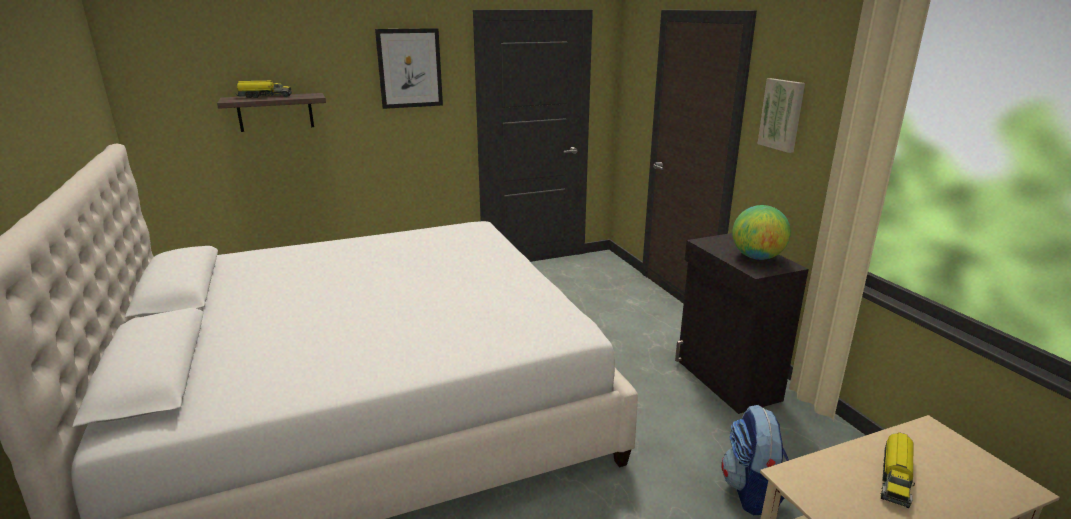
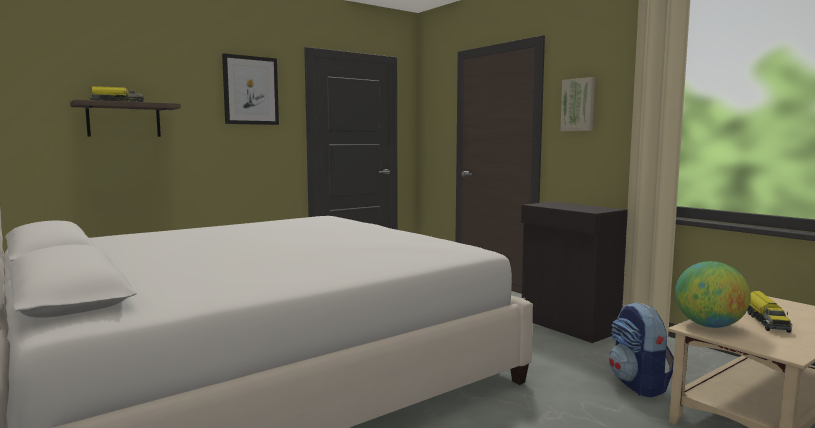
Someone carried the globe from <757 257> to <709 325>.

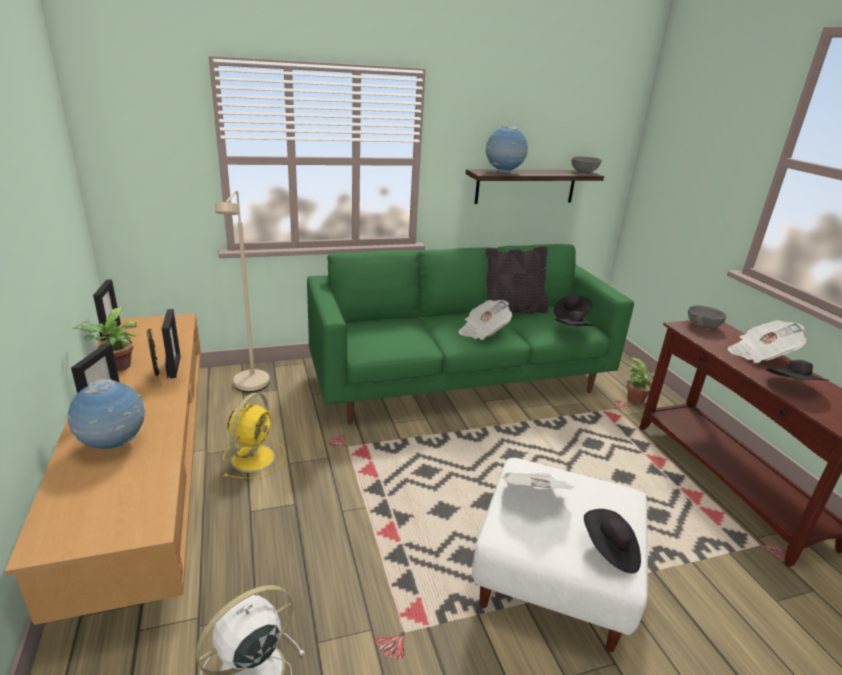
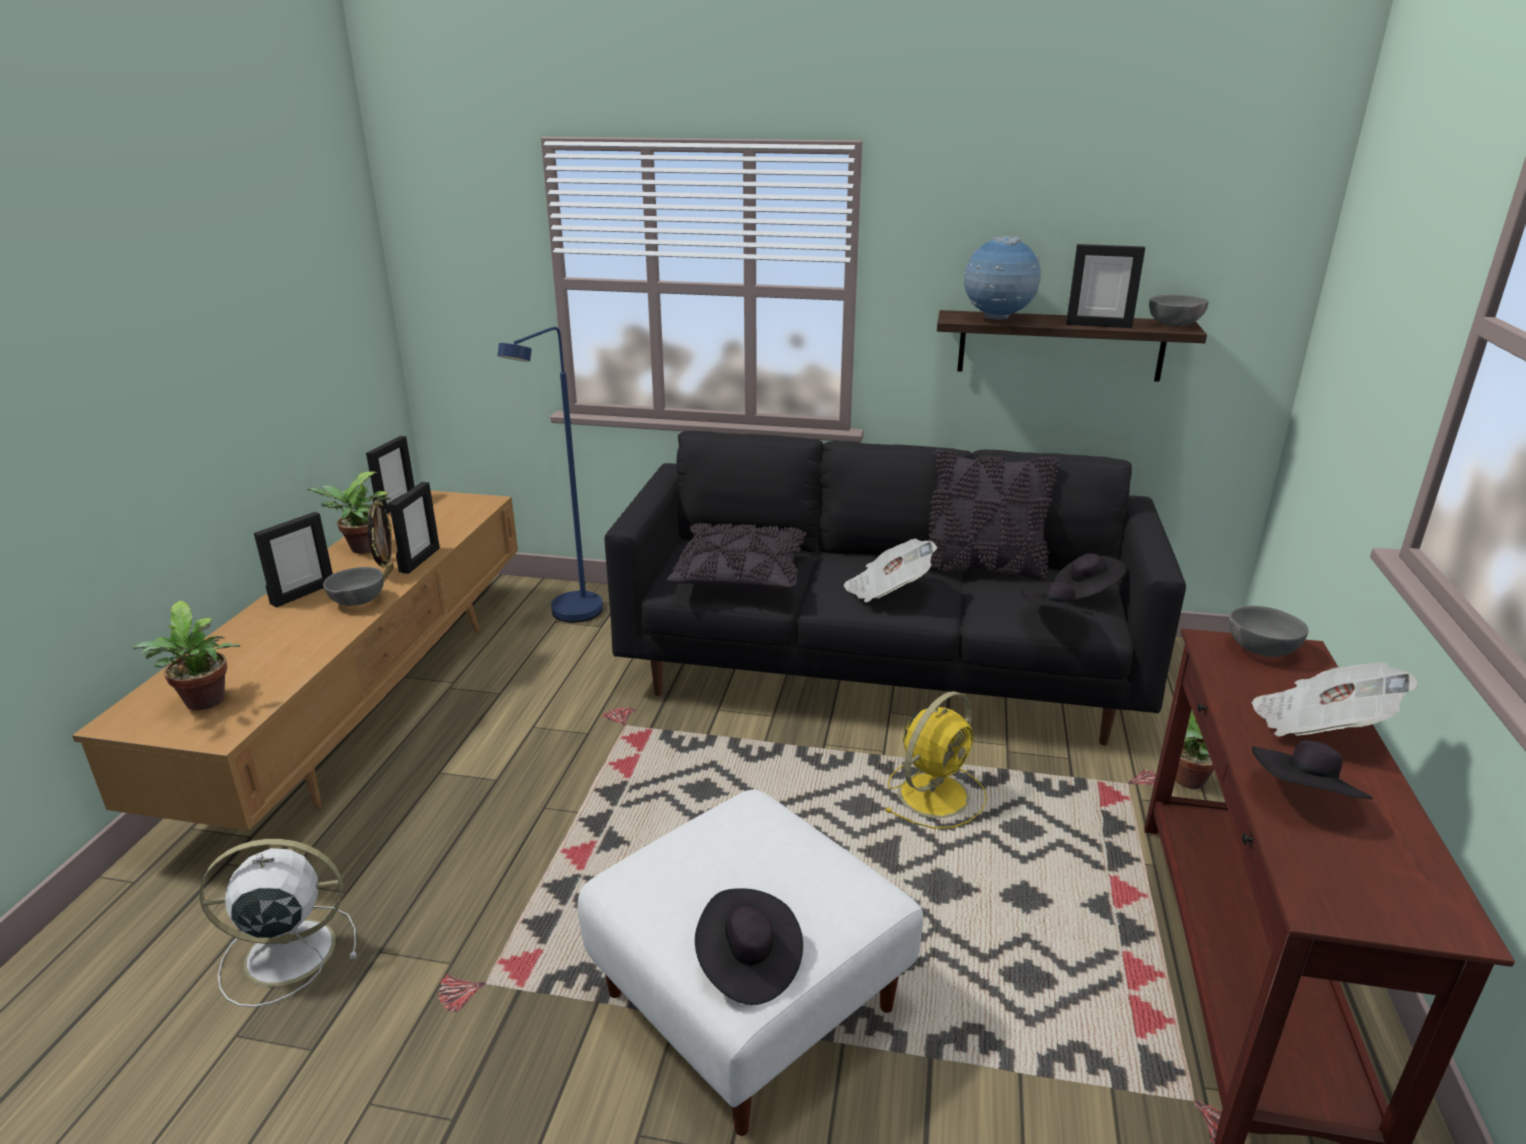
Someone put down the potted plant at <205 703>. Someone put down the grey bowl at <356 602>. Someone repainted the beige floor lamp at <250 388>, which became the blue floor lamp at <569 617>. Someone repainted the green sofa at <461 381>, which became the black sofa at <881 673>. Someone put down the black pillow at <740 574>. Someone carried the yellow fan from <254 457> to <935 793>. Someone put down the picture frame at <1098 325>. Someone took away the globe at <114 445>. Someone took away the newspaper at <534 495>.

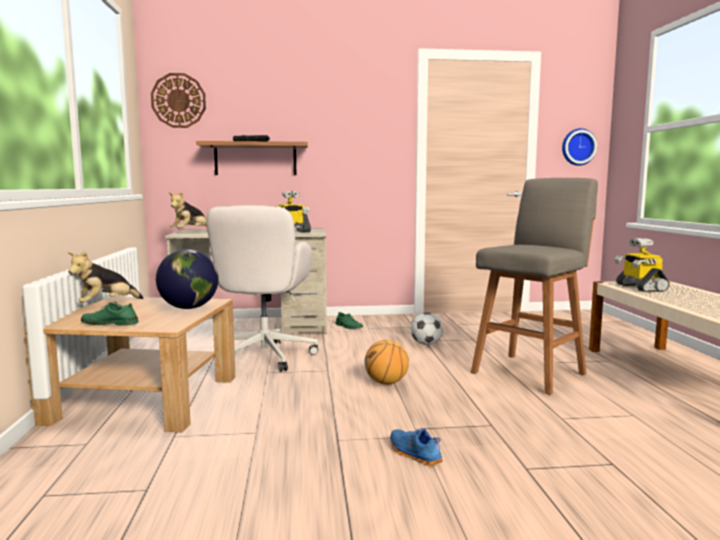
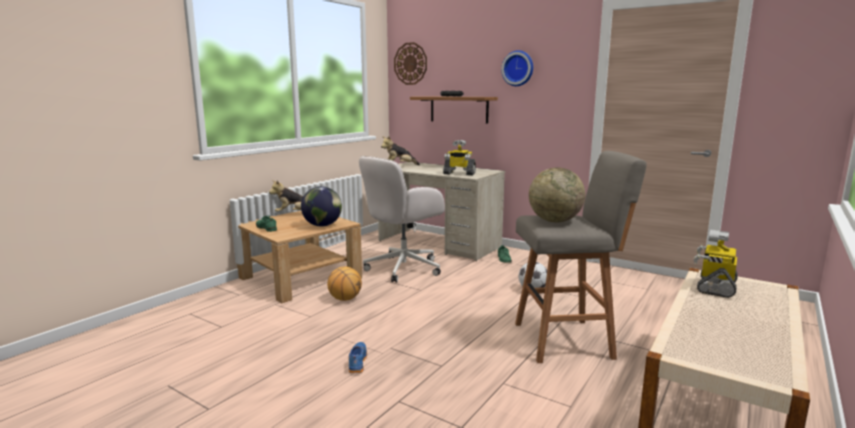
Someone carried the basketball from <386 383> to <345 299>. Someone carried the wall clock from <577 147> to <518 68>. Someone put down the globe at <554 221>.

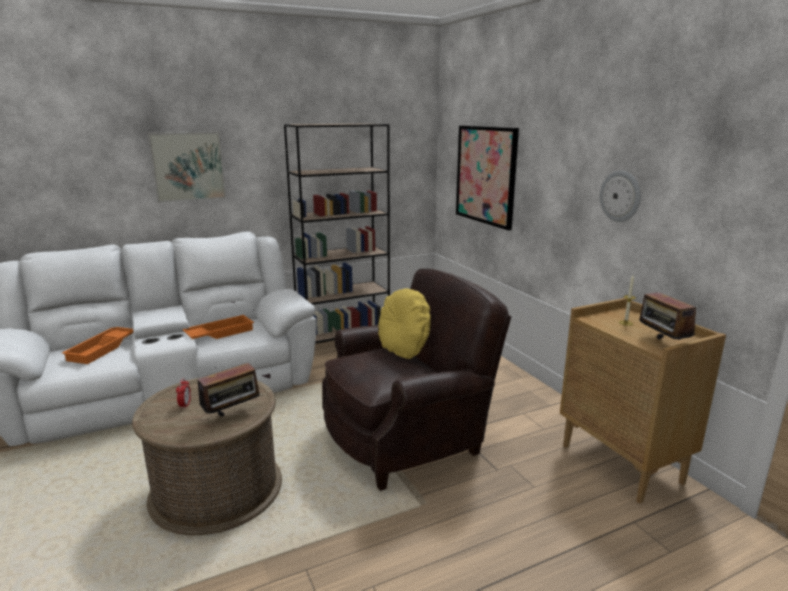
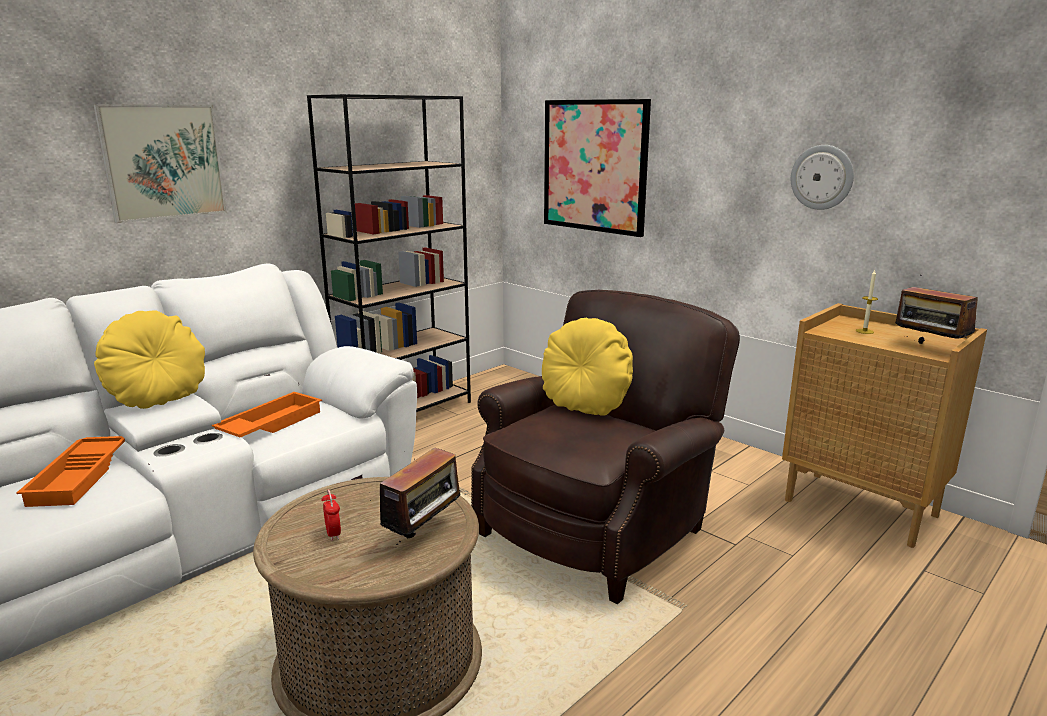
Someone put down the yellow pillow at <159 401>.

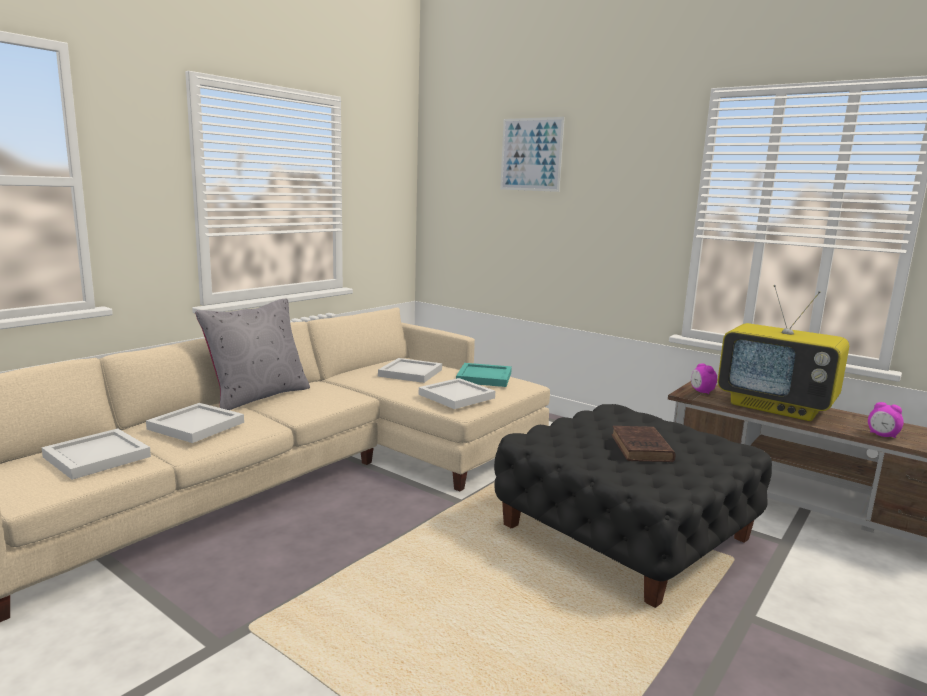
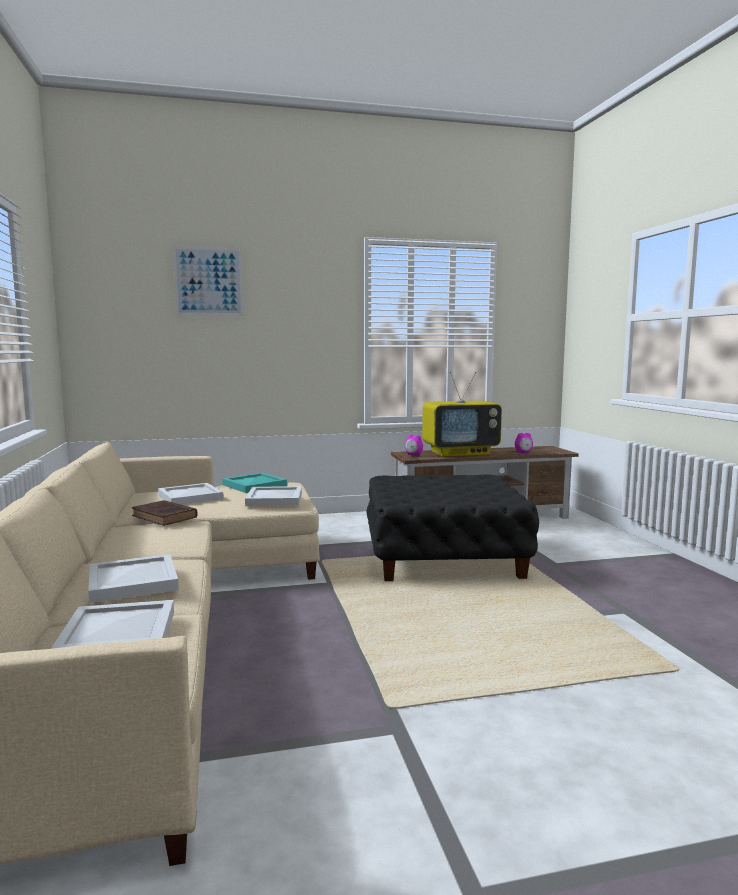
Someone carried the brown book from <641 449> to <165 517>. Someone took away the grey pillow at <258 396>.

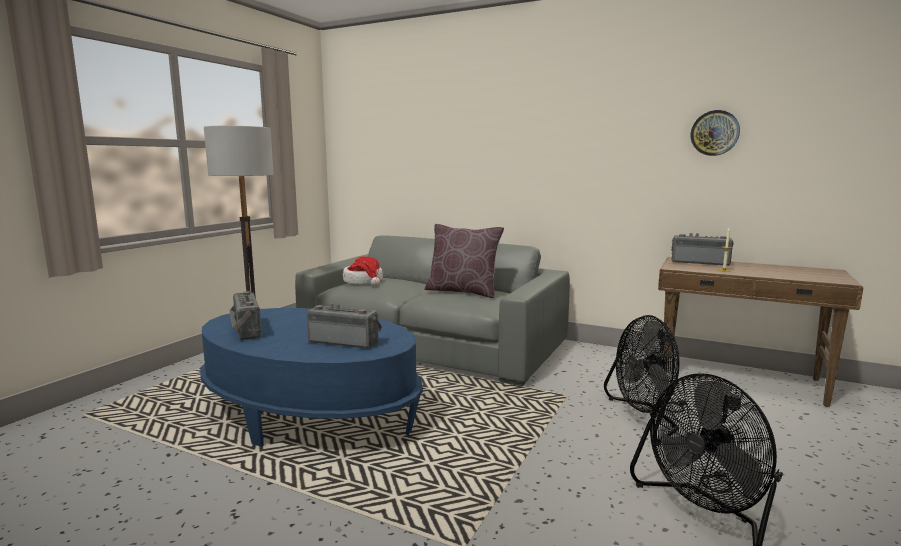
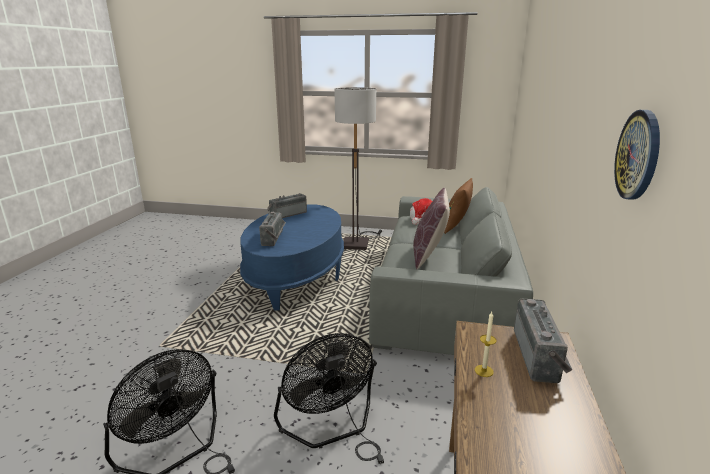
Someone put down the brown pillow at <456 226>.

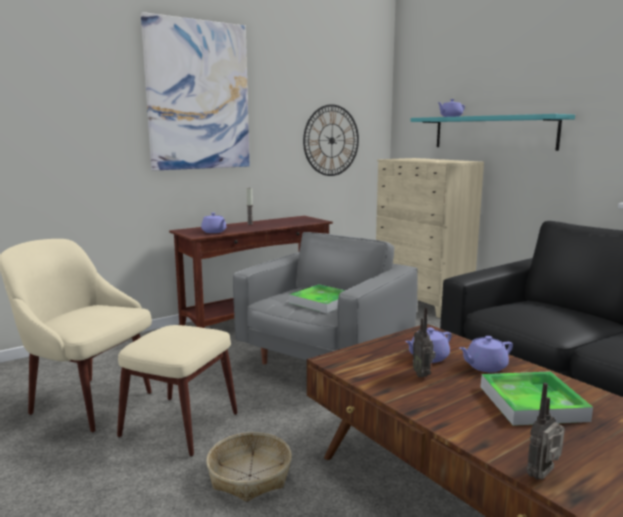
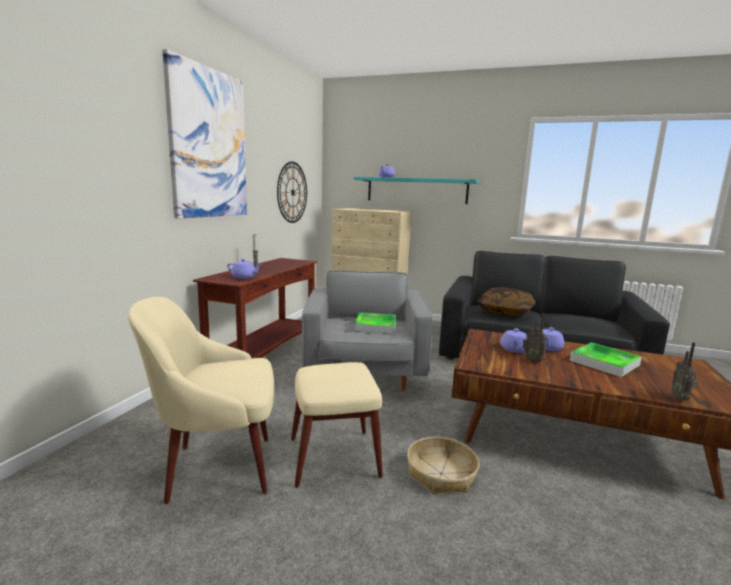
Someone put down the pillow at <505 311>.

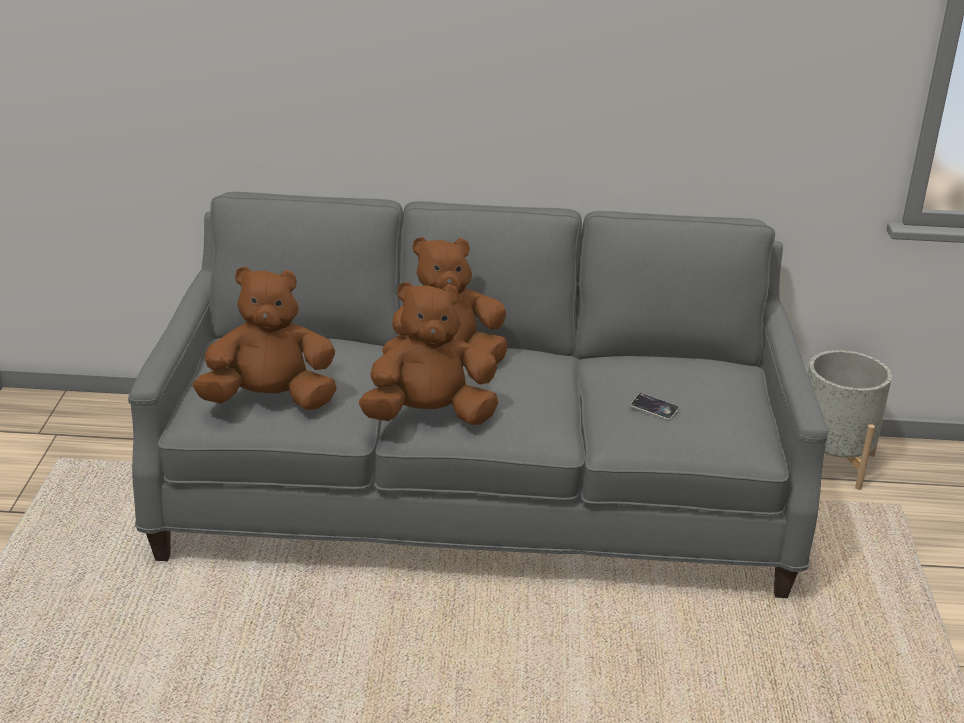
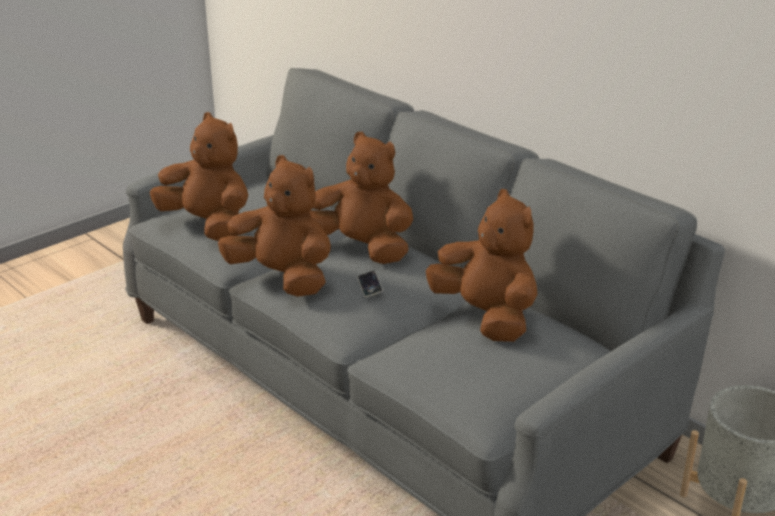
Someone carried the phone from <654 409> to <370 286>. Someone put down the brown plush toy at <486 317>.

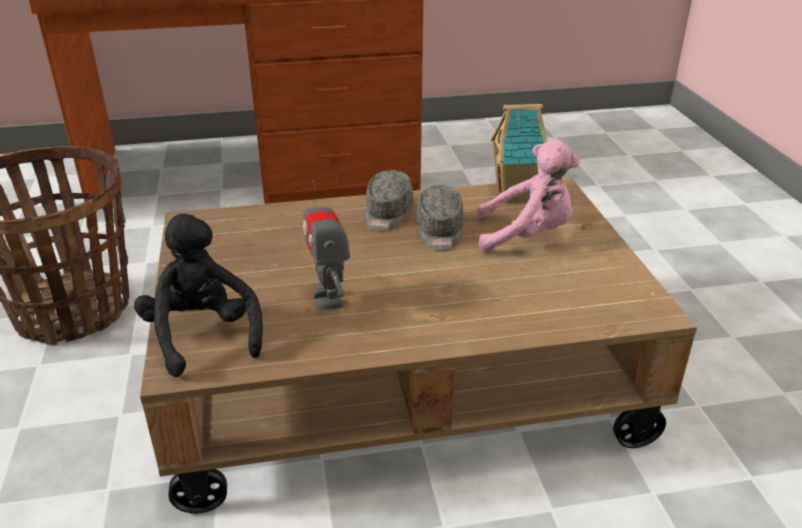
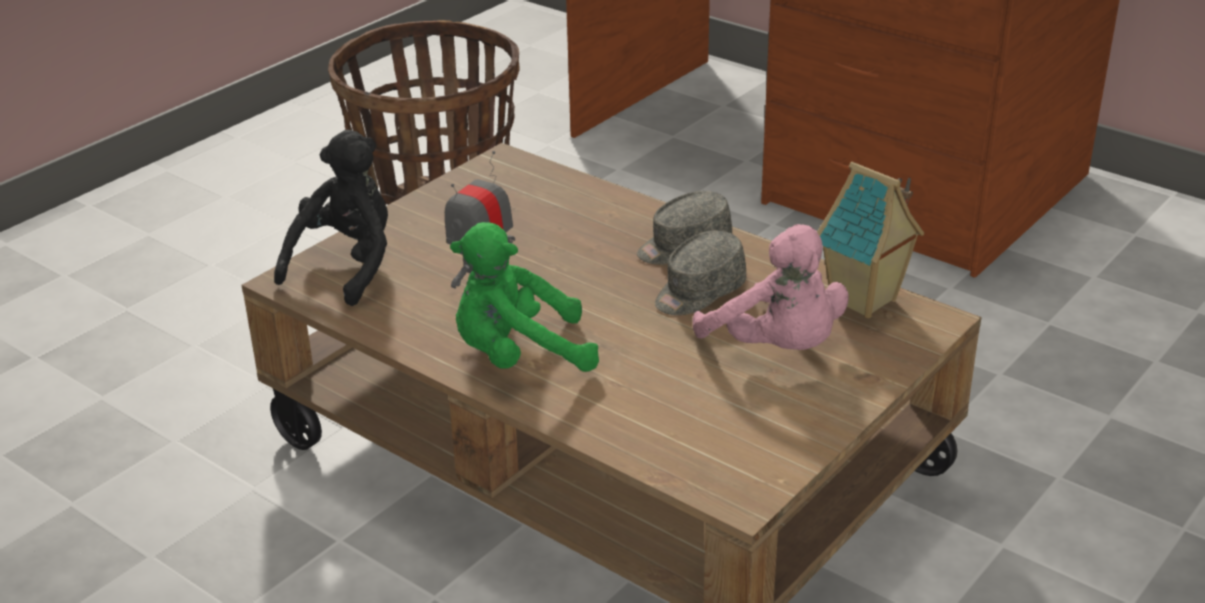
Someone put down the green plush toy at <519 356>.

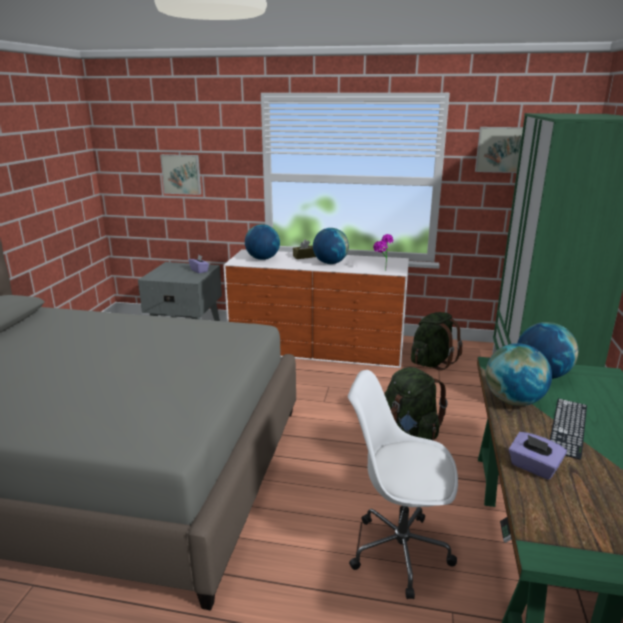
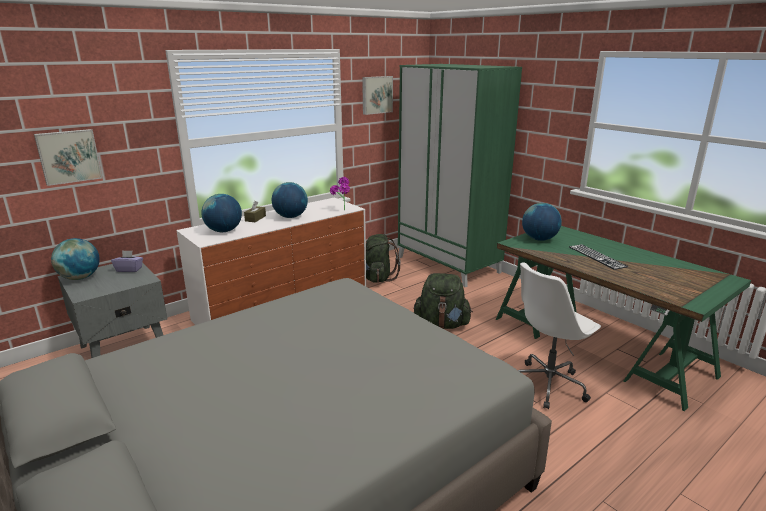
Someone carried the globe from <513 401> to <80 278>. Someone took away the purple tissue box at <533 467>.

